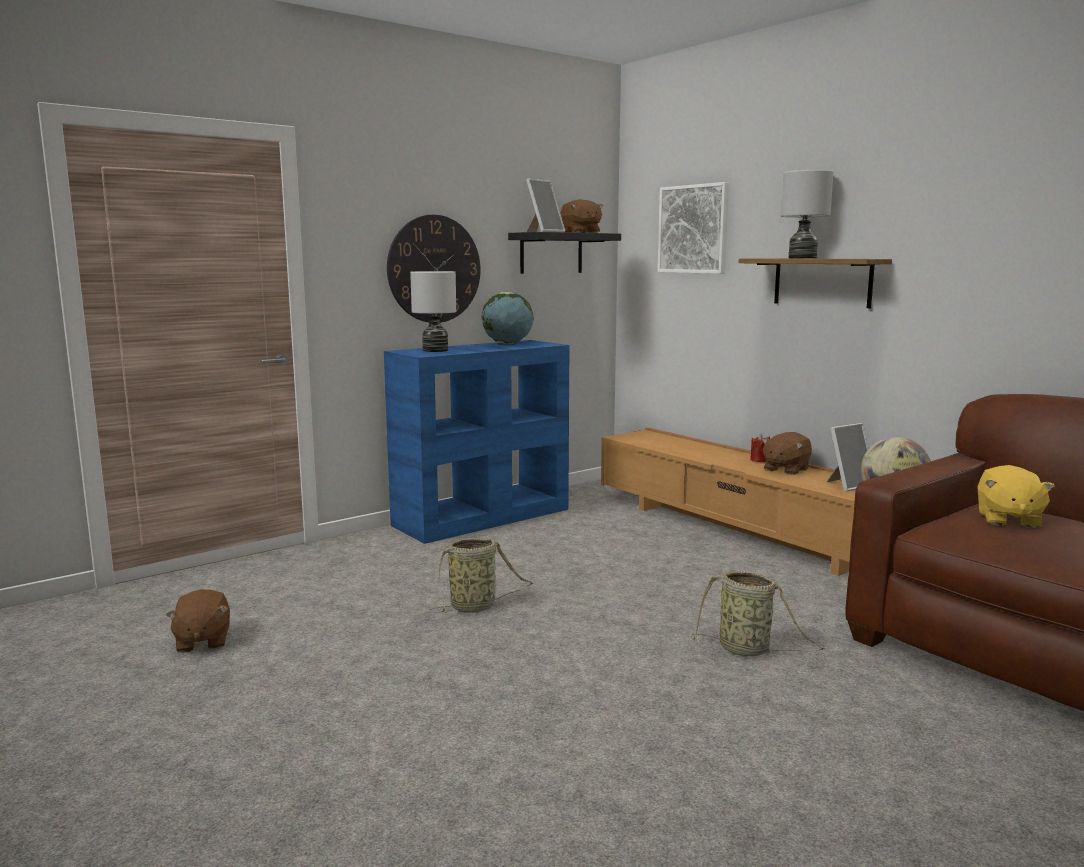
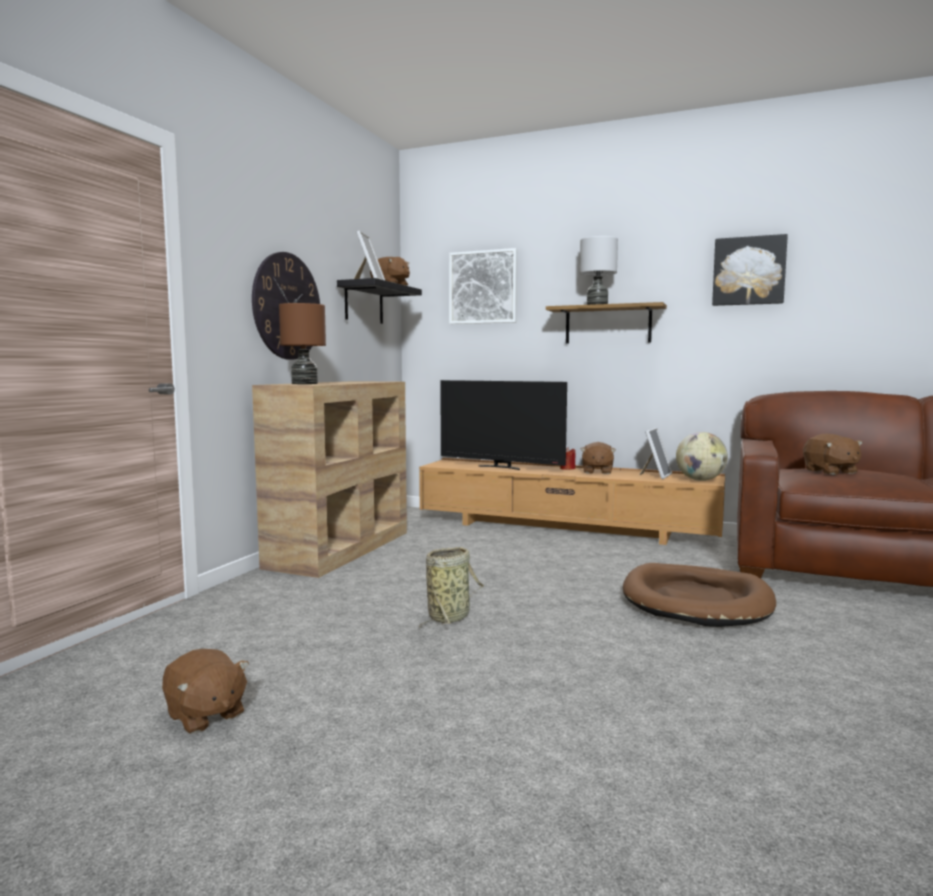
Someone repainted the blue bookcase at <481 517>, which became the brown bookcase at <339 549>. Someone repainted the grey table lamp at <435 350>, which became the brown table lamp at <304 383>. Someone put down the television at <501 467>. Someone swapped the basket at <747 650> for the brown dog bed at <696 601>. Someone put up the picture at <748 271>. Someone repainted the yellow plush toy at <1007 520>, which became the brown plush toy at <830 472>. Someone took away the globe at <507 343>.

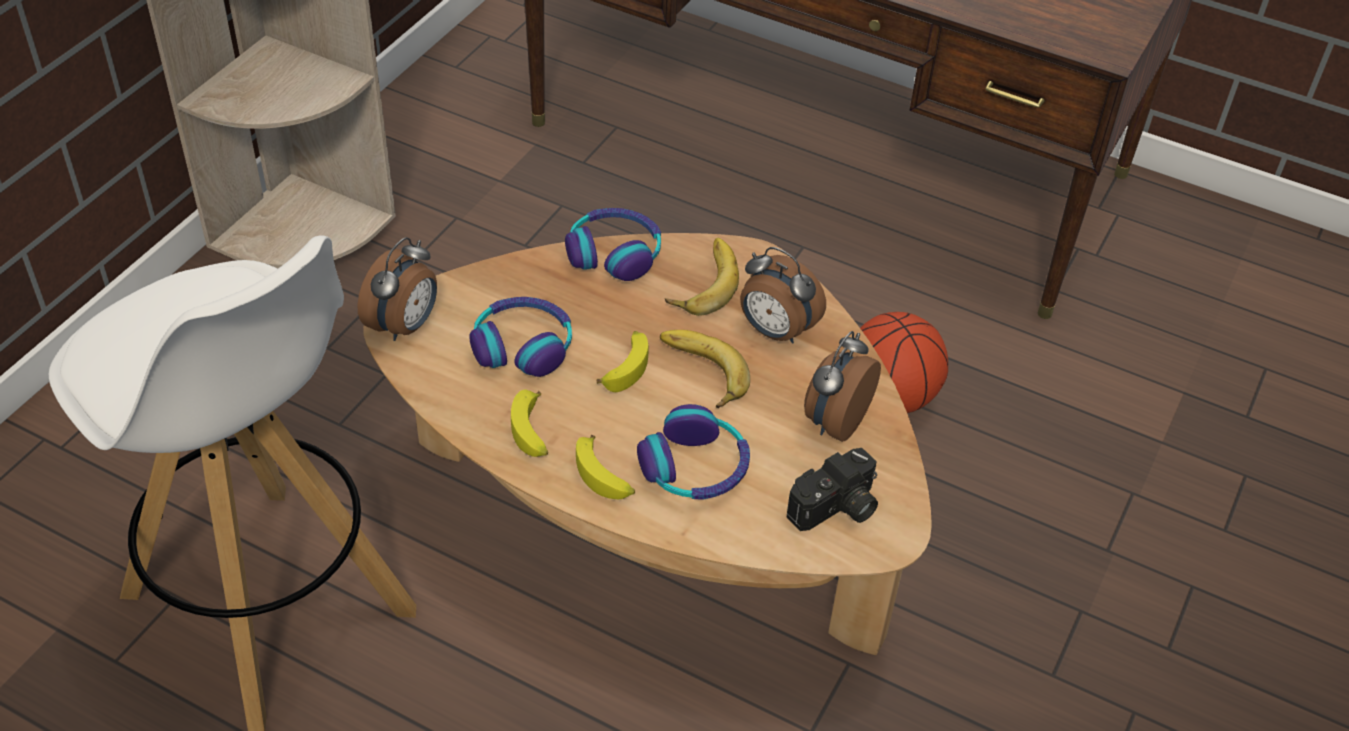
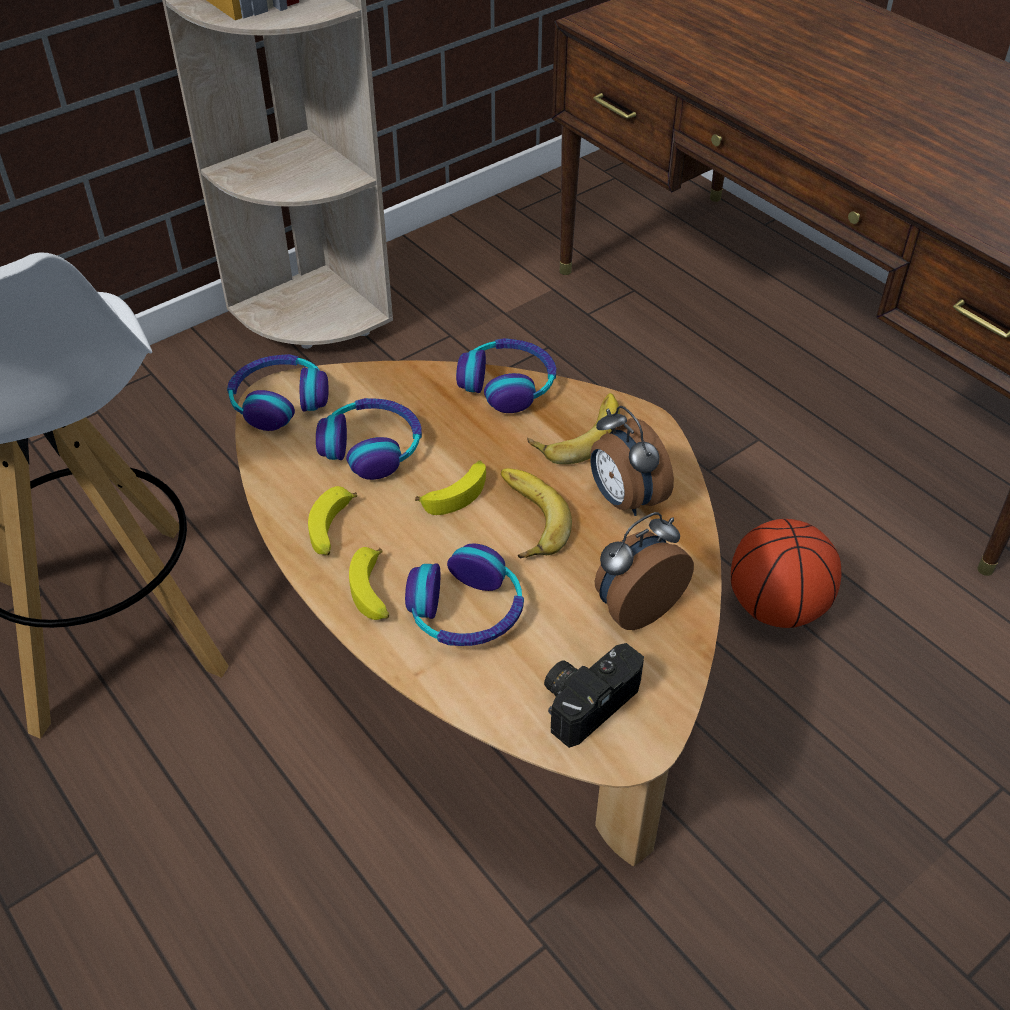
Someone swapped the alarm clock at <405 326> for the headphones at <279 401>. Someone rotated the photo camera at <836 509> by 150 degrees clockwise.

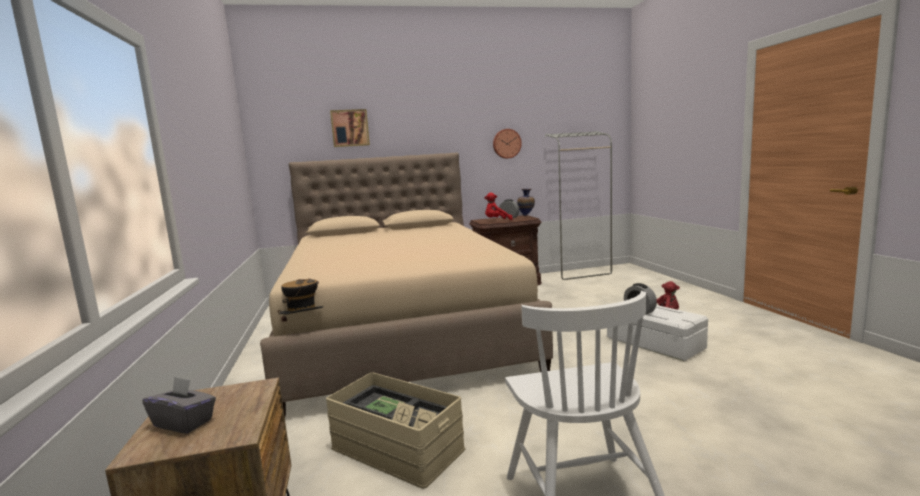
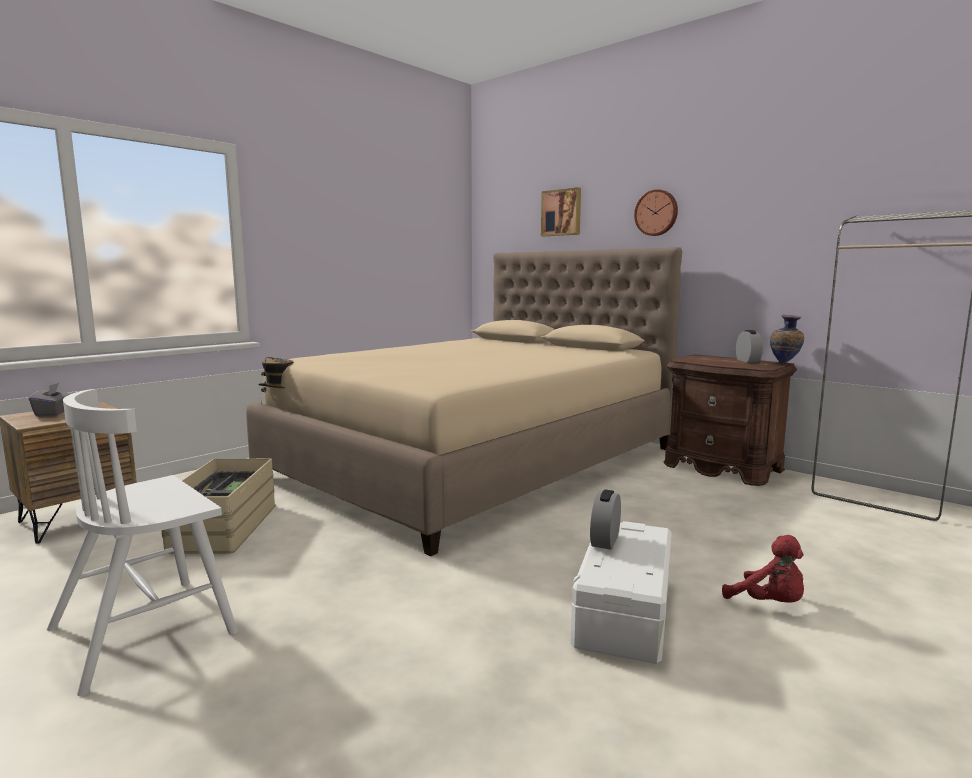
Someone carried the wall clock from <506 143> to <656 213>. Someone took away the red plush toy at <496 221>.

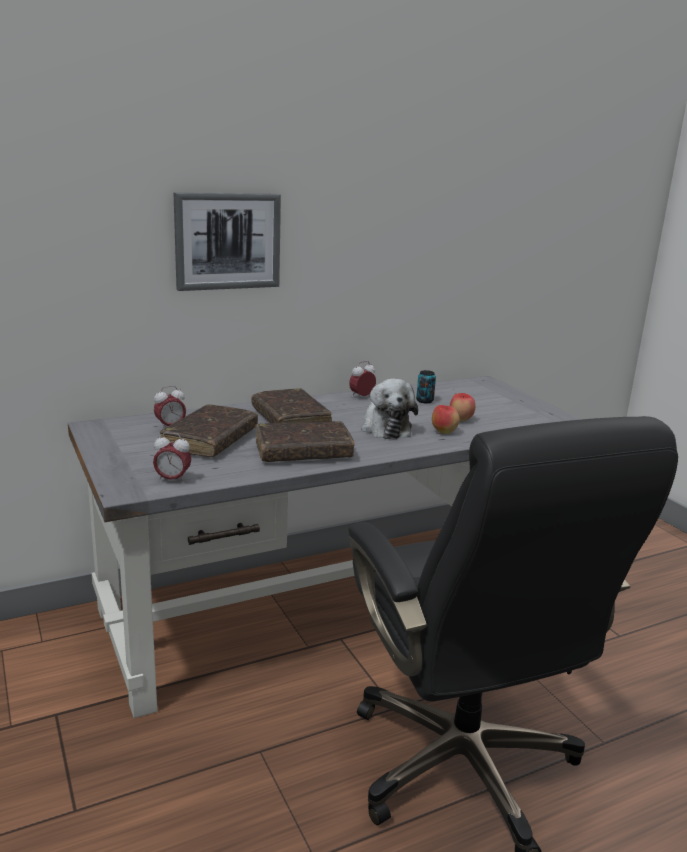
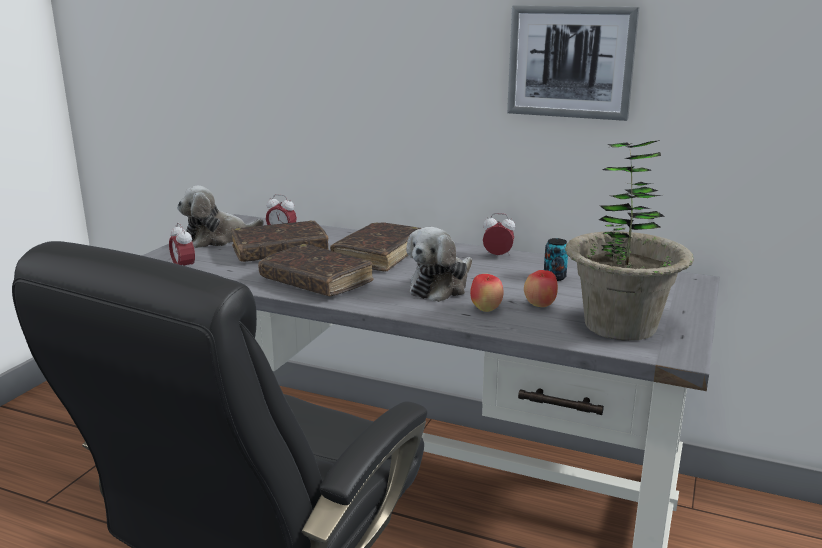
Someone put down the plush toy at <218 239>. Someone carried the picture from <227 241> to <571 62>. Someone put down the potted plant at <620 325>.

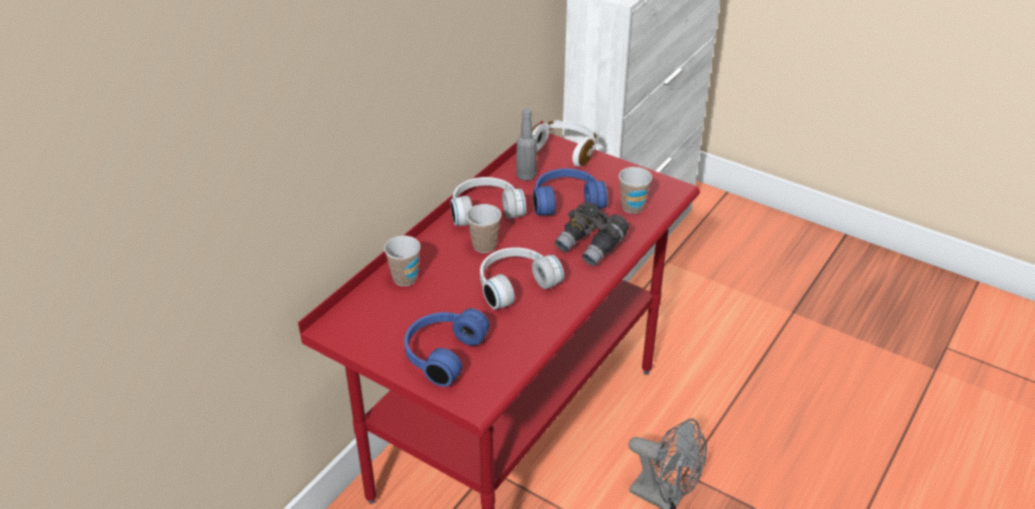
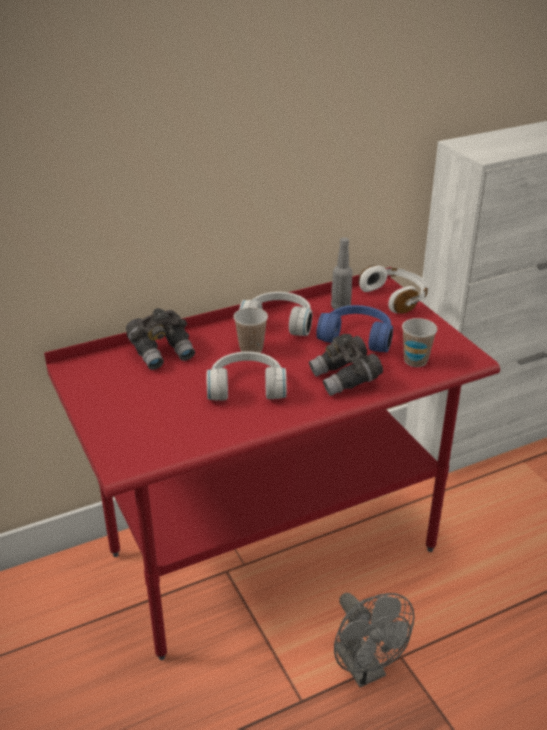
Someone swapped the cup at <405 278> for the grey binoculars at <162 352>. Someone took away the blue headphones at <441 353>.

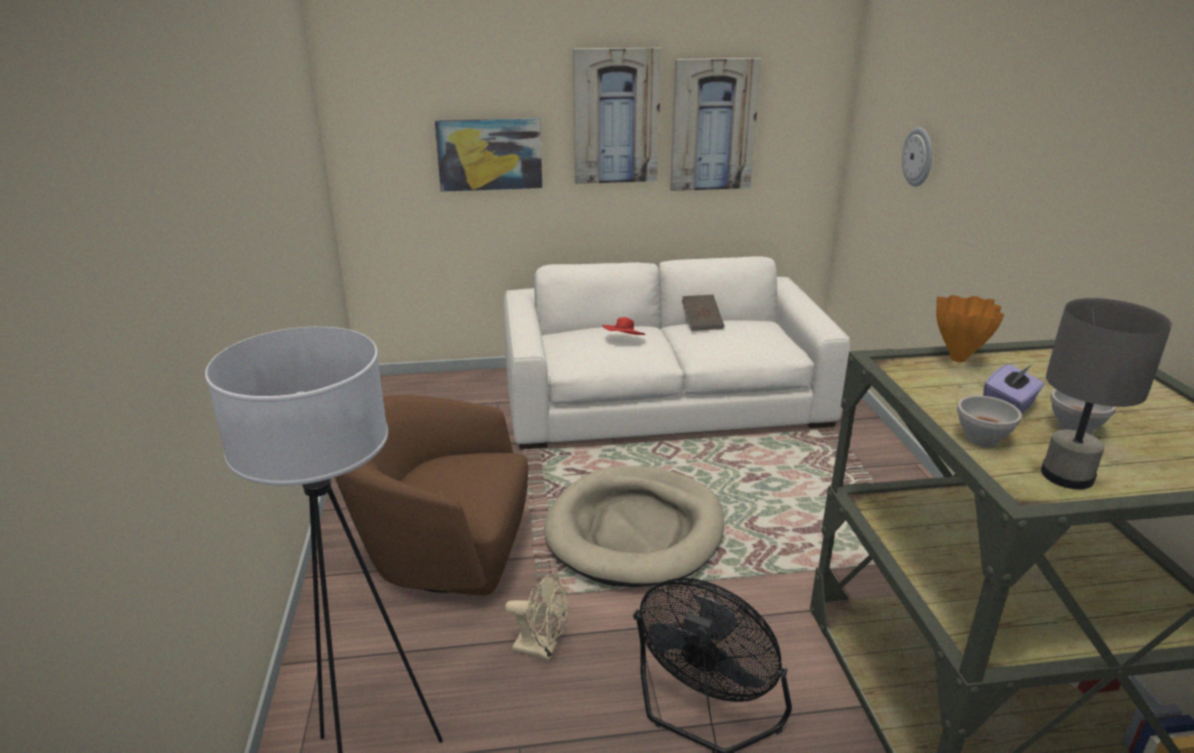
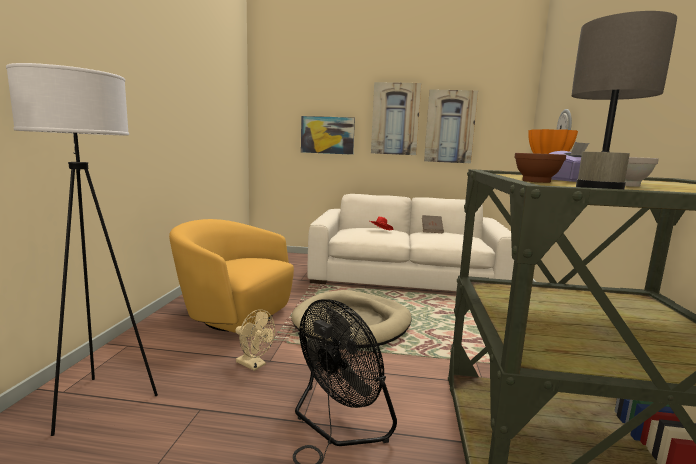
Someone repainted the brown armchair at <443 555>, which became the yellow armchair at <233 315>. Someone repainted the white bowl at <981 438>, which became the brown bowl at <535 181>.

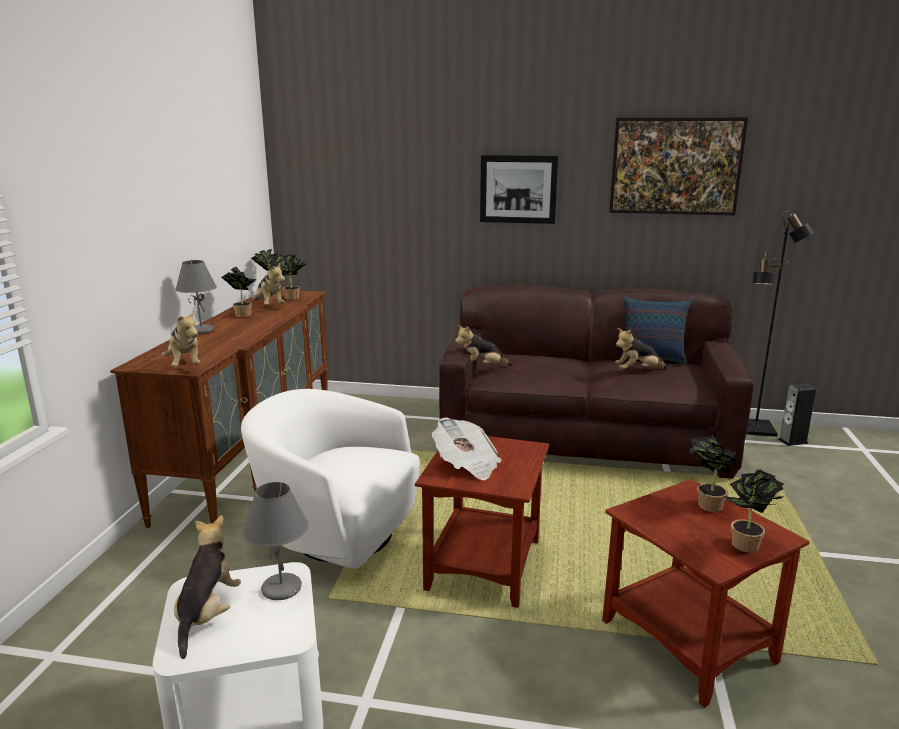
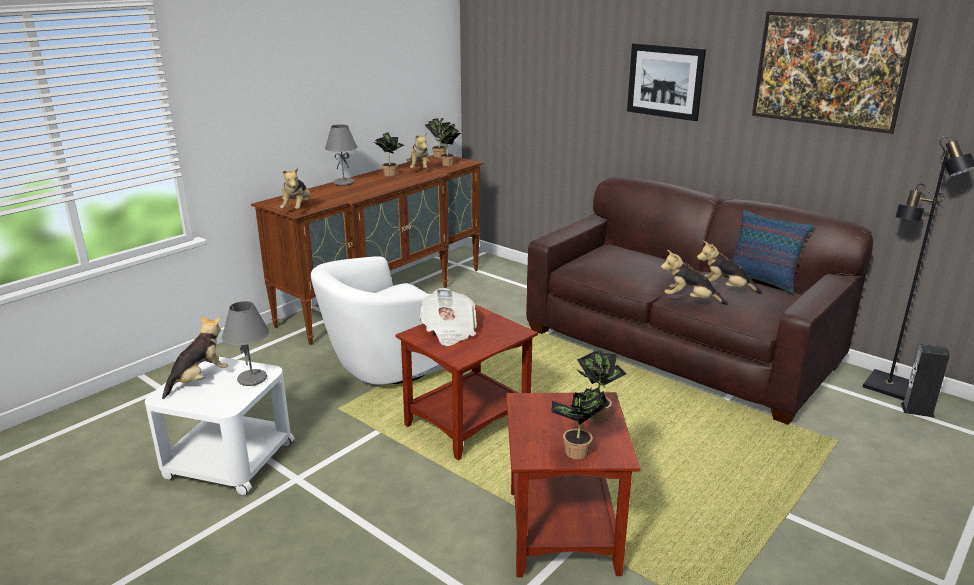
Someone rotated the white armchair at <336 532> by 90 degrees counterclockwise. Someone carried the plush toy from <481 367> to <690 300>.

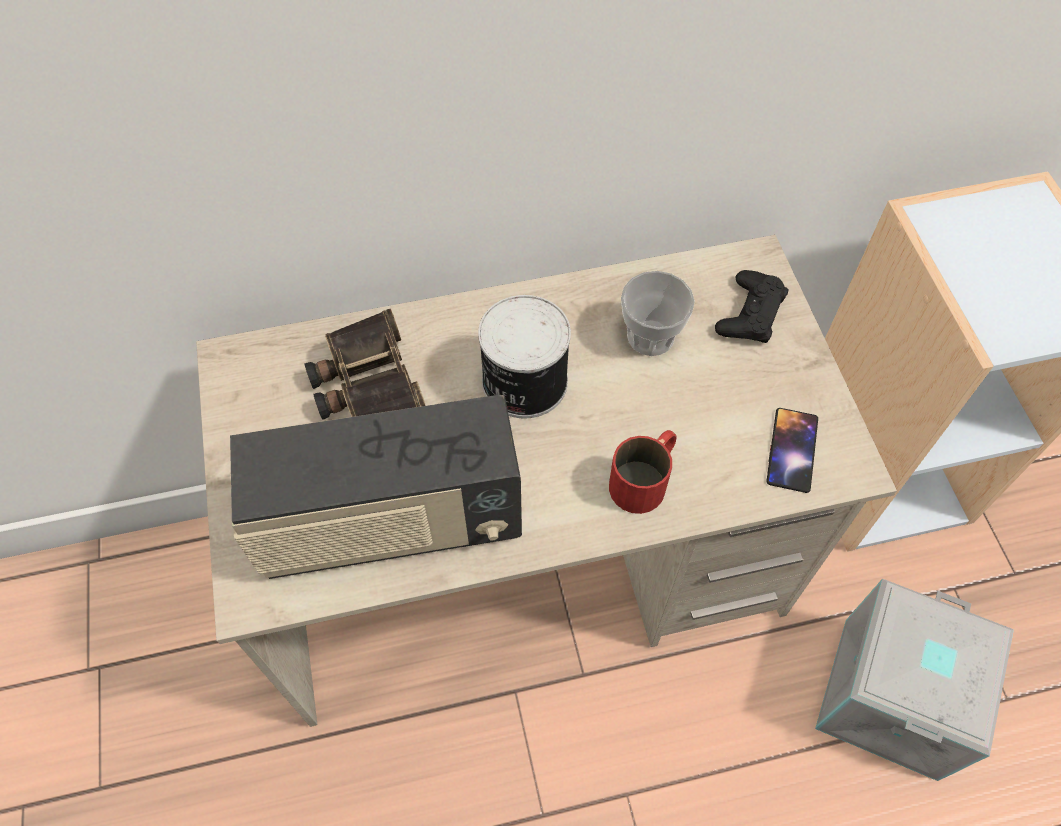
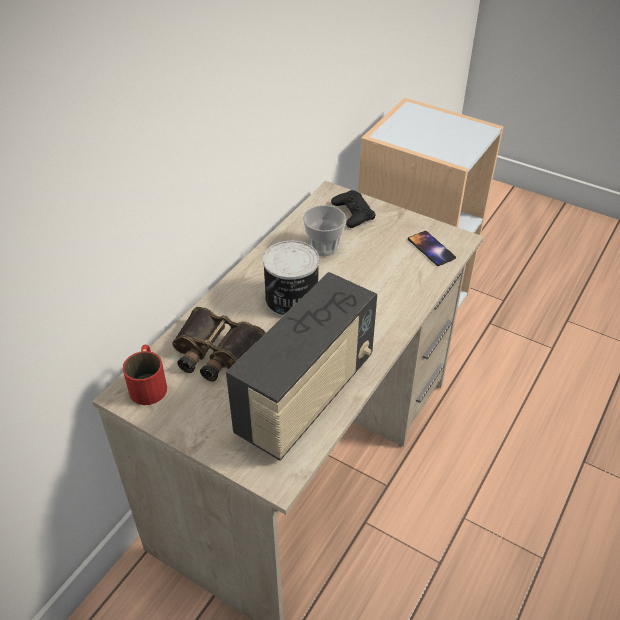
Someone carried the red mug from <645 477> to <148 382>. Someone took away the grey storage box at <887 695>.

